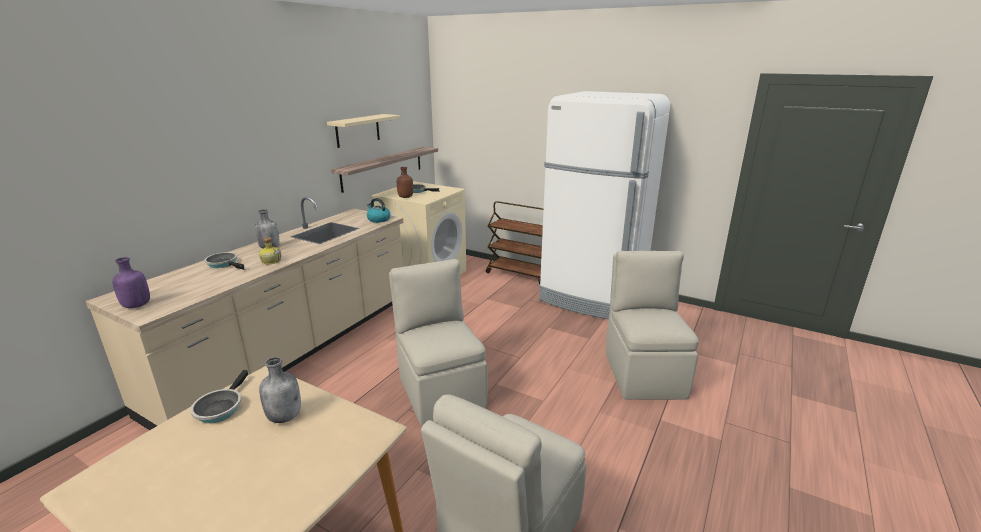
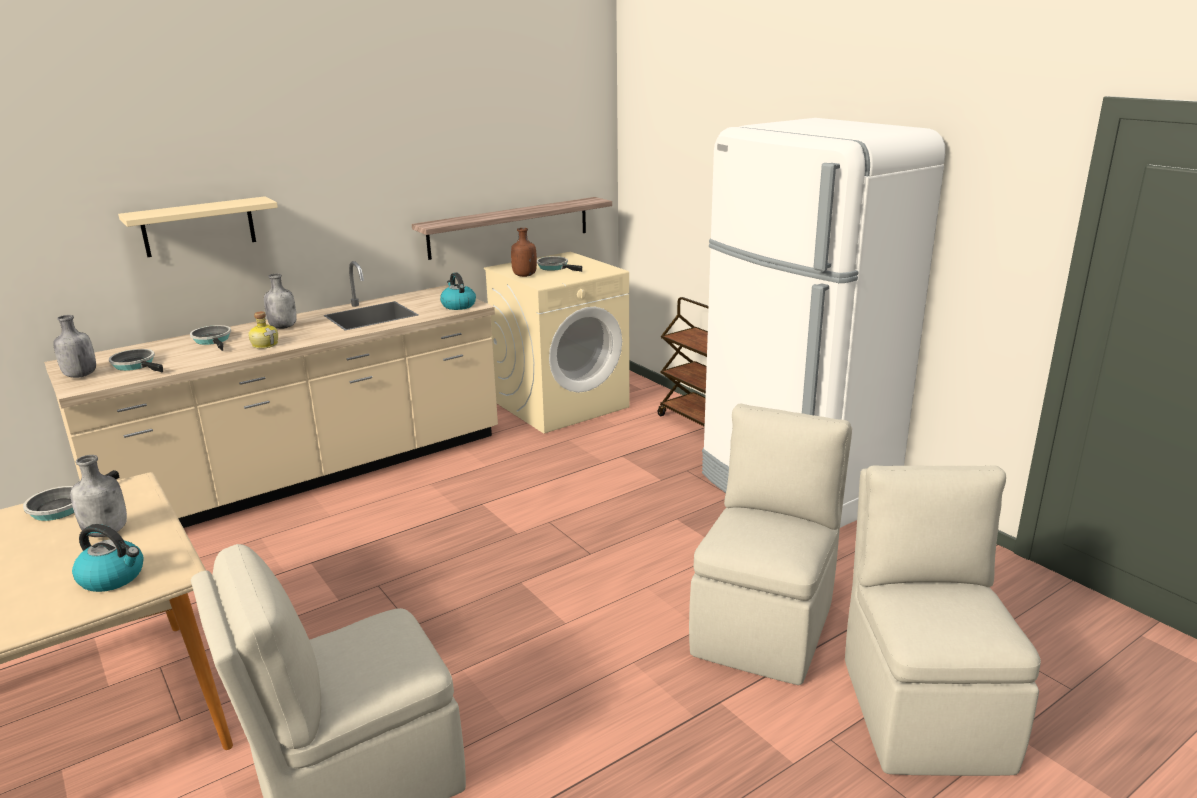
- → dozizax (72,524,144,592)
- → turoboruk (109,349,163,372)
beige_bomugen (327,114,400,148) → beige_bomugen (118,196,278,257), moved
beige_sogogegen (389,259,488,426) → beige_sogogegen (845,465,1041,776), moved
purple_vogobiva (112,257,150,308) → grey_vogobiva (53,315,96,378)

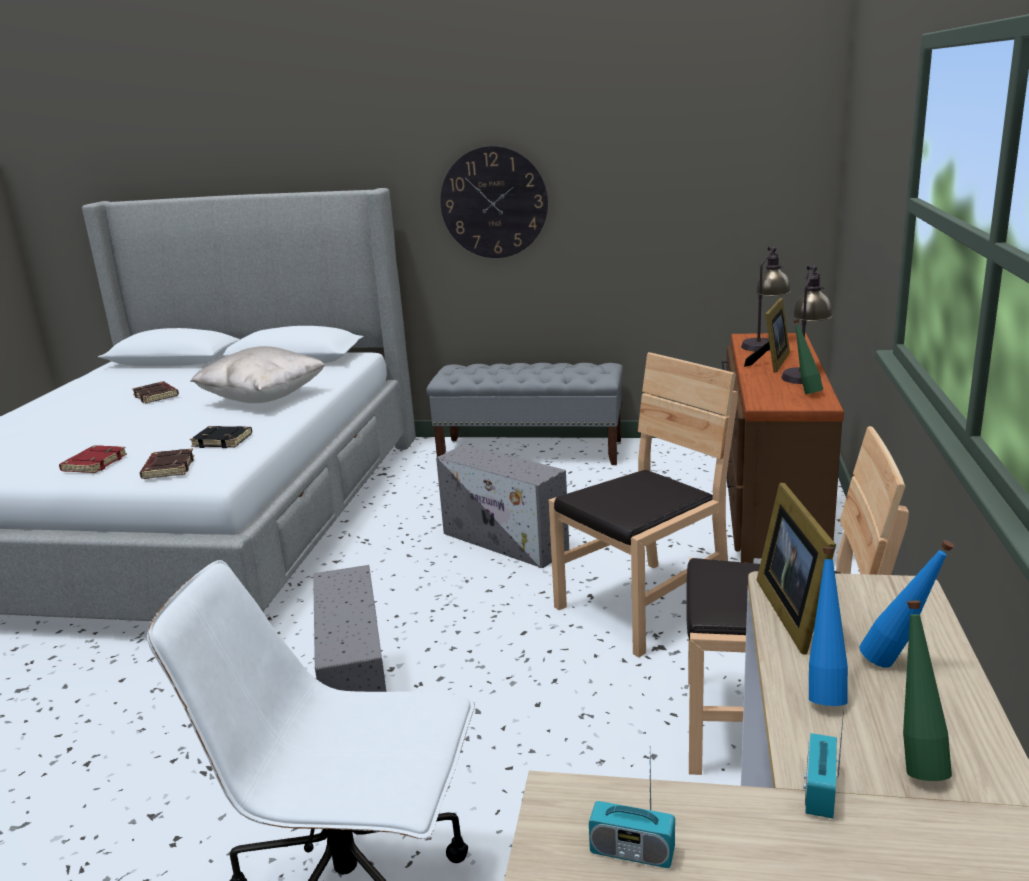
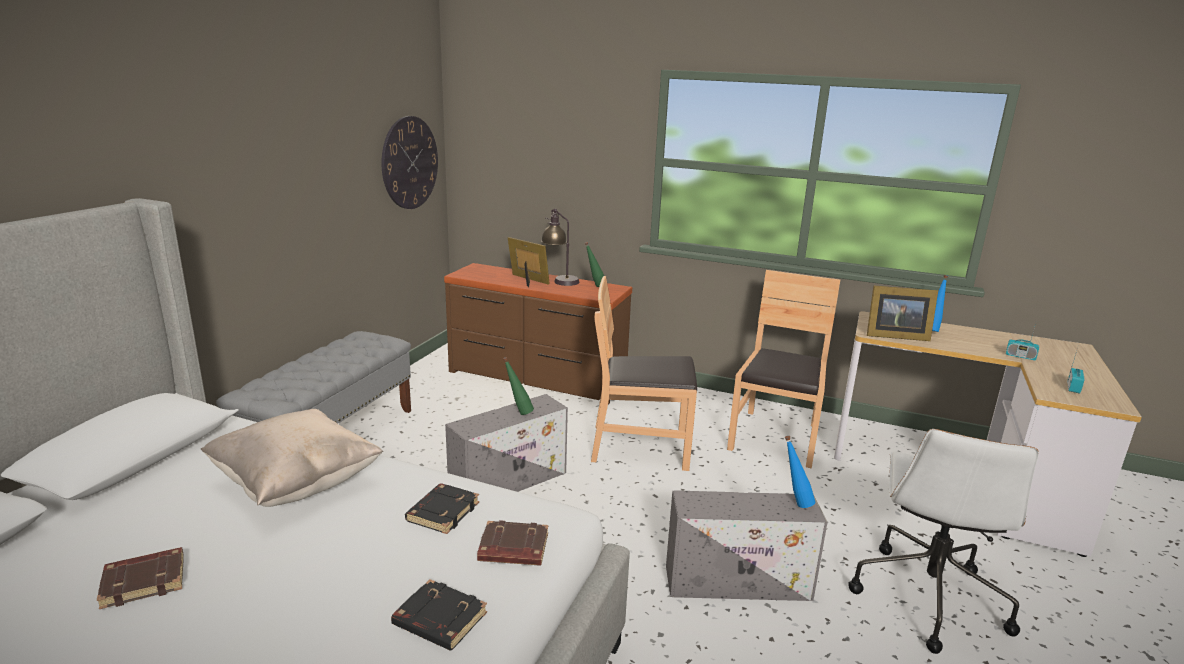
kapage (741,246,791,351) → -
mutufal (440,146,548,258) → mutufal (381,116,438,209), moved
blue_vogobiva (809,547,848,706) → blue_vogobiva (785,436,815,508), moved
green_vogobiva (903,601,952,781) → green_vogobiva (503,357,534,415), moved
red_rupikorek (59,445,127,473) → black_rupikorek (391,579,487,651)
brown_sogogegen (549,352,738,657) → brown_sogogegen (591,276,697,471), 60 degrees counterclockwise

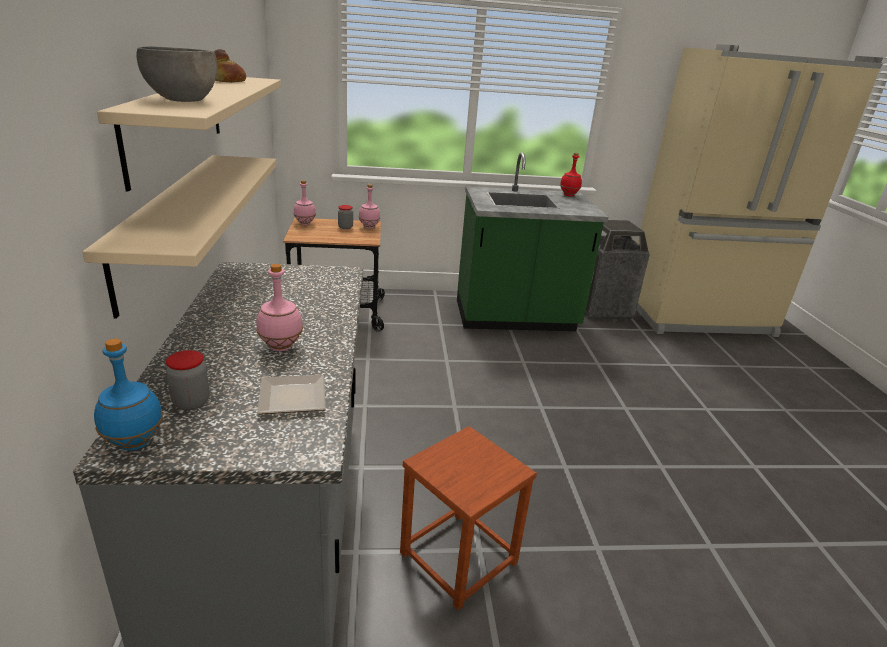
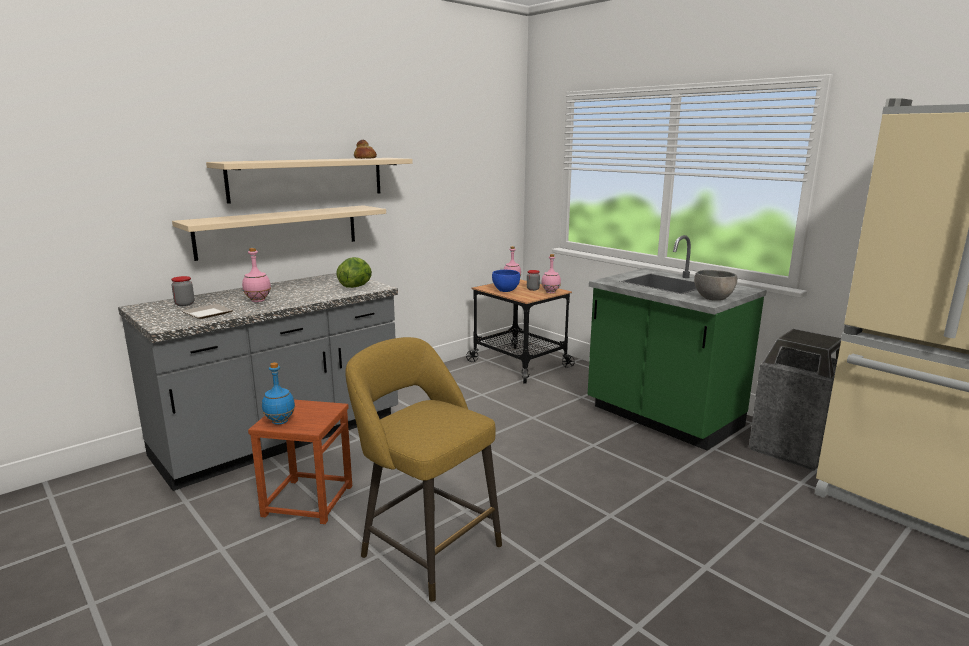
red_vogobiva (560,153,582,197) → -
- → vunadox (336,257,372,288)
- → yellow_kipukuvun (345,337,502,602)
- → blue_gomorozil (492,270,520,292)
blue_vogobiva (94,339,163,451) → blue_vogobiva (262,362,295,425), moved
grey_gomorozil (136,46,217,102) → grey_gomorozil (694,270,737,301), moved

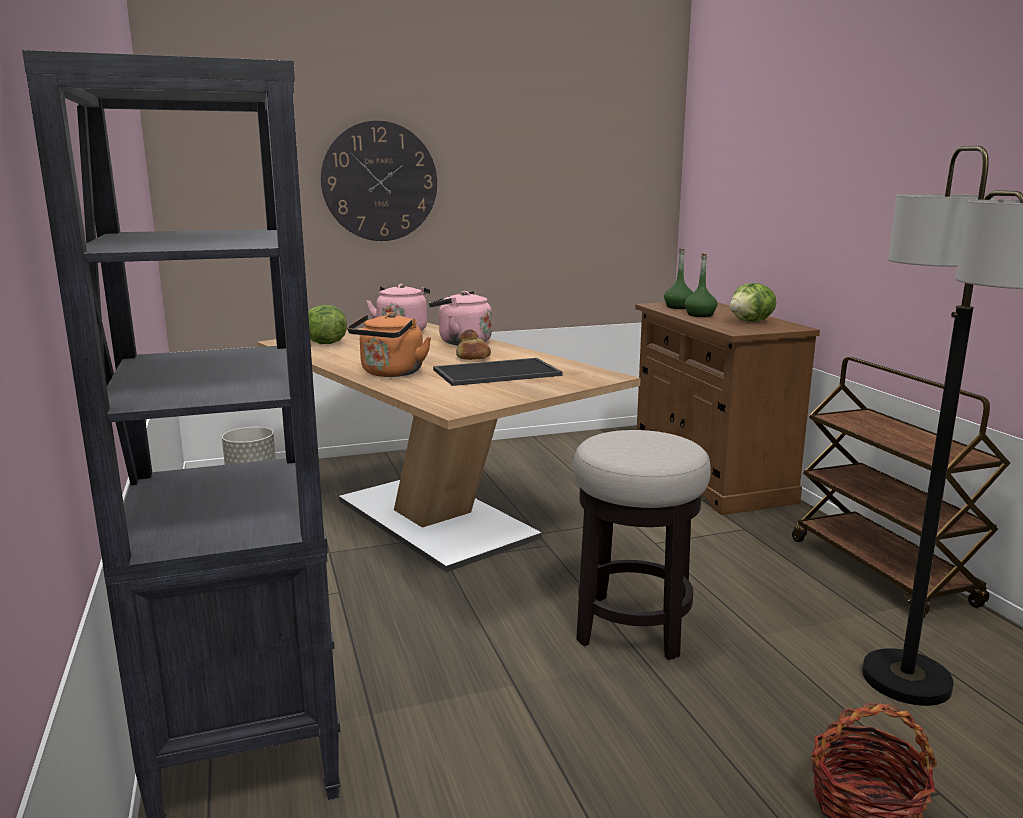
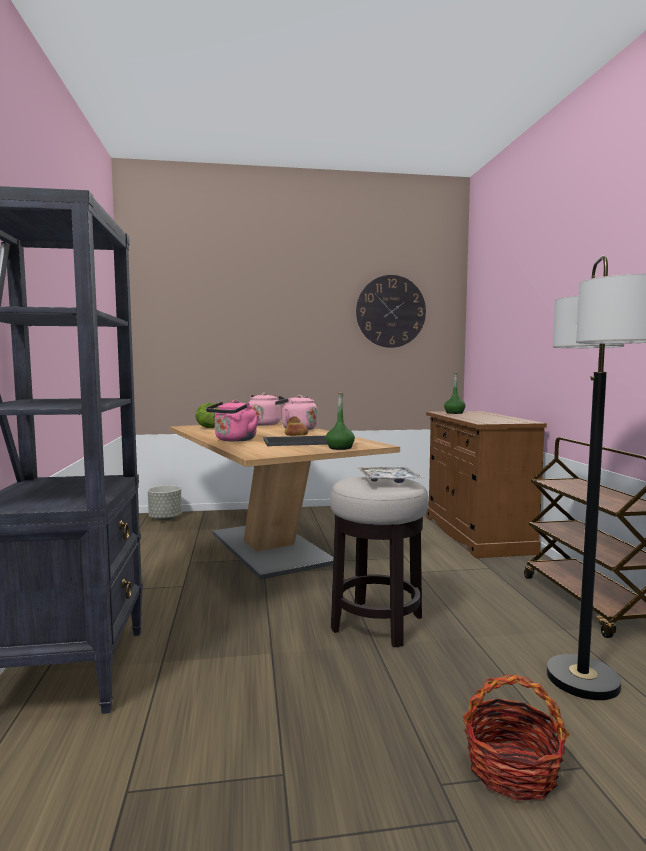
vunadox (730,283,776,322) → -
- → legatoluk (358,467,424,483)
mutufal (321,120,437,241) → mutufal (356,275,426,348), moved
green_vogobiva (685,253,718,317) → green_vogobiva (326,392,355,450), moved
orange_dozizax (347,312,431,377) → pink_dozizax (206,400,259,442)

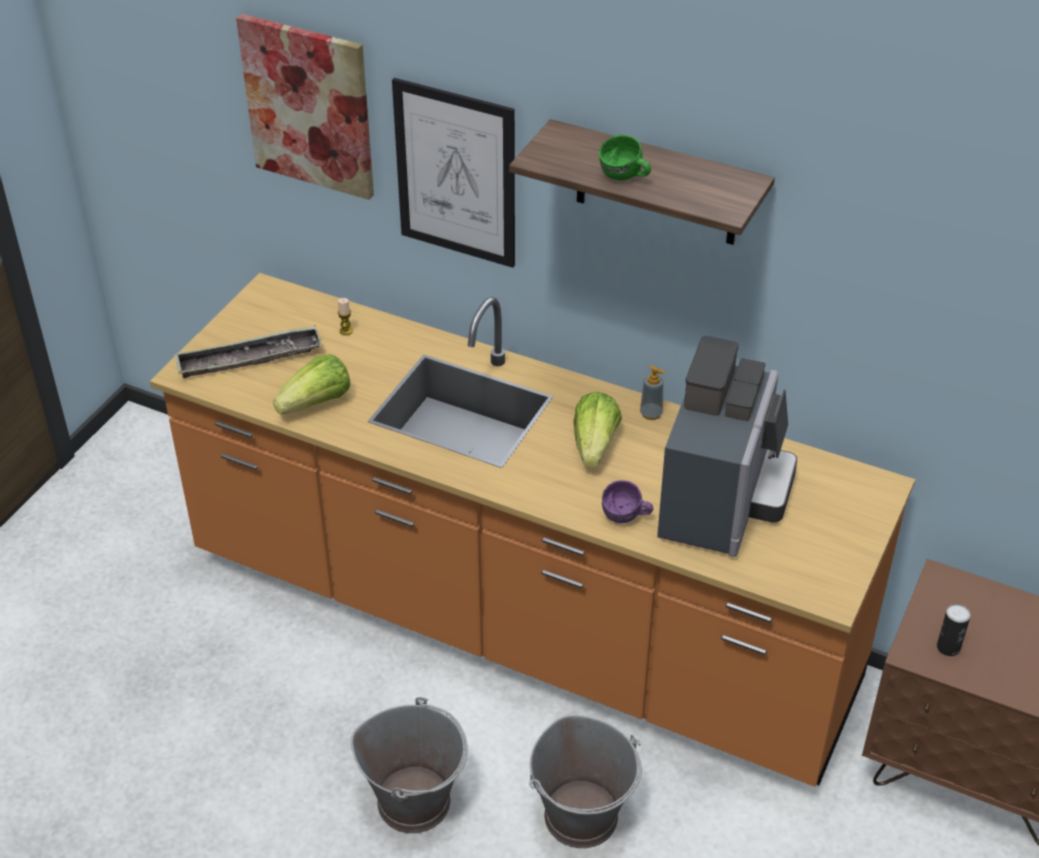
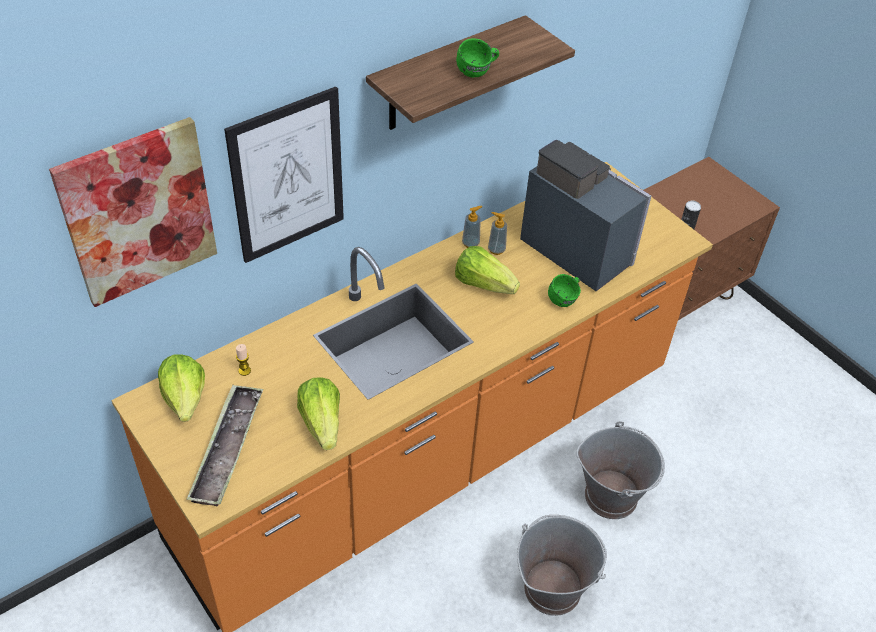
- → vunadox (158,354,205,422)
- → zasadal (488,212,507,255)
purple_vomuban (602,480,653,523) → green_vomuban (548,274,581,307)

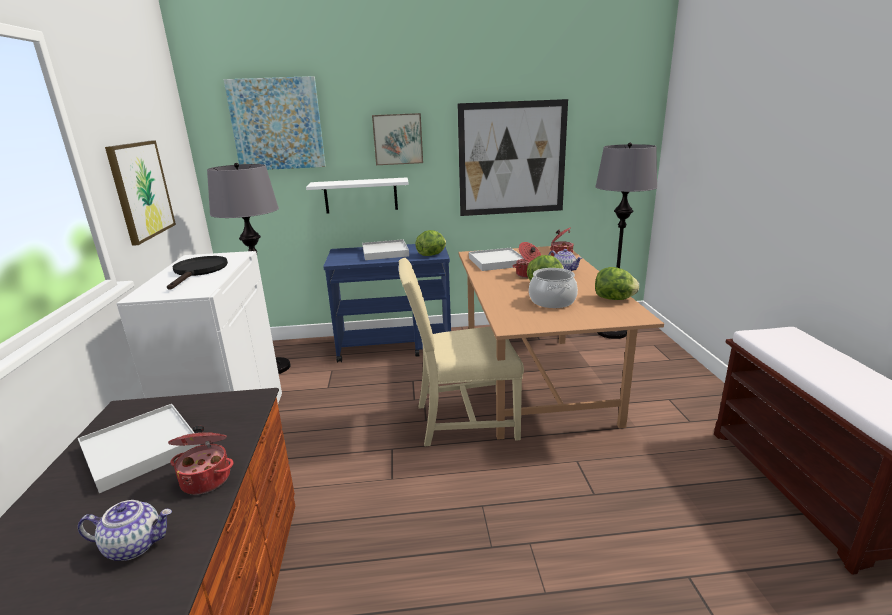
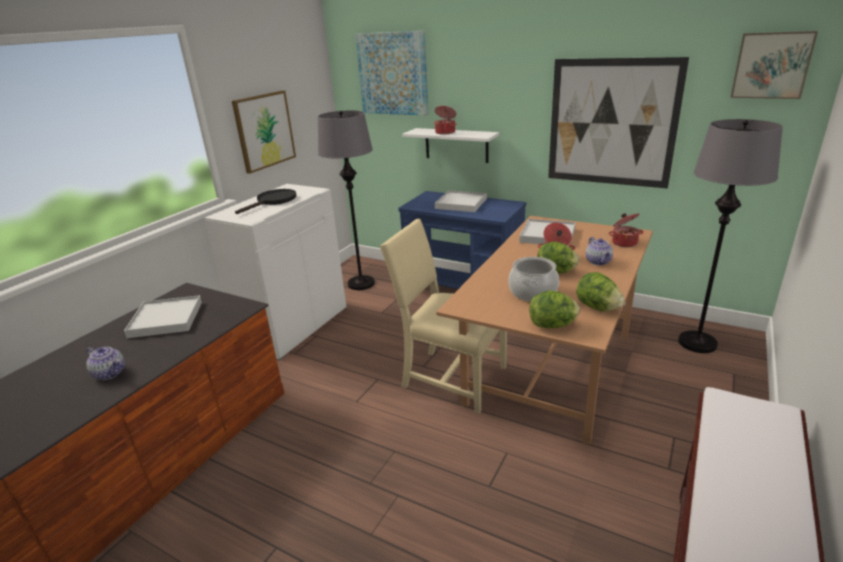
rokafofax (168,426,233,495) → rokafofax (434,106,457,134), moved
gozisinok (372,113,423,165) → gozisinok (730,31,818,99), moved
vunadox (415,230,446,256) → vunadox (529,290,580,328), moved

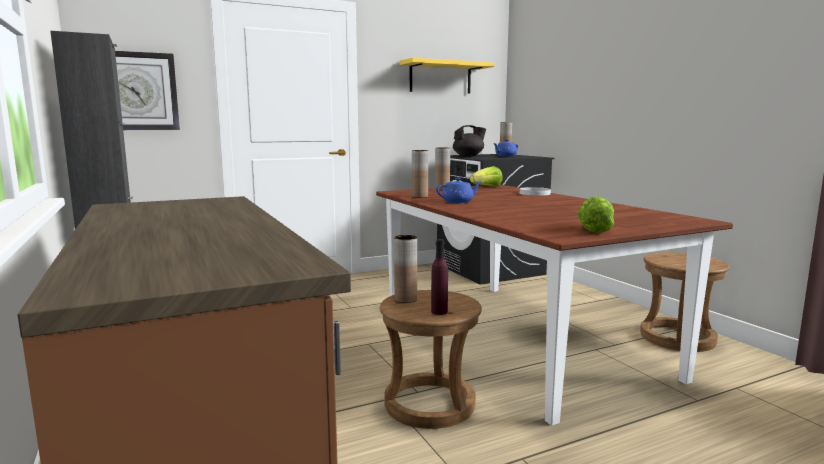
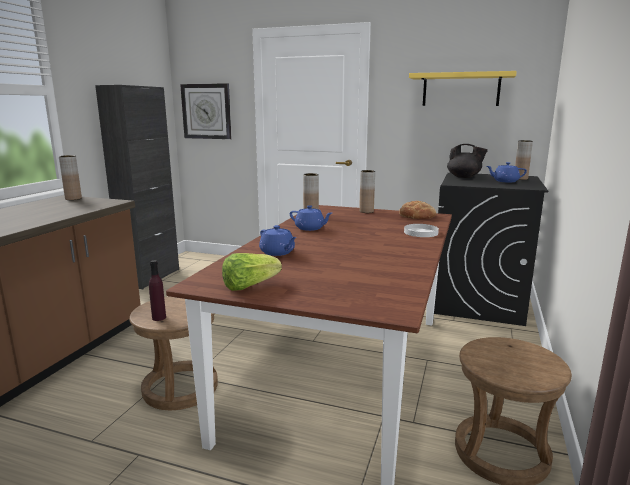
- → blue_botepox (259,225,297,256)
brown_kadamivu (394,235,417,303) → brown_kadamivu (59,155,82,200), moved
vunadox (470,166,503,187) → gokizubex (399,201,436,219)

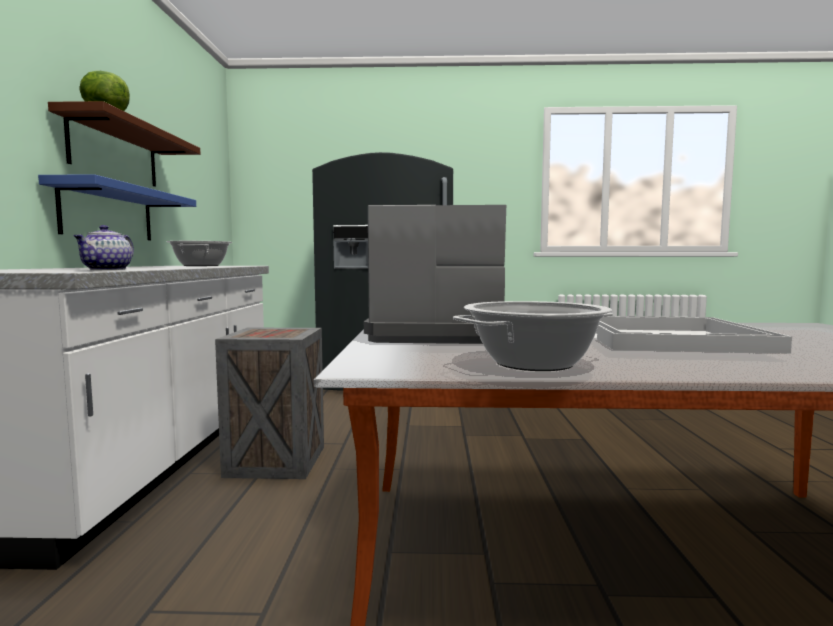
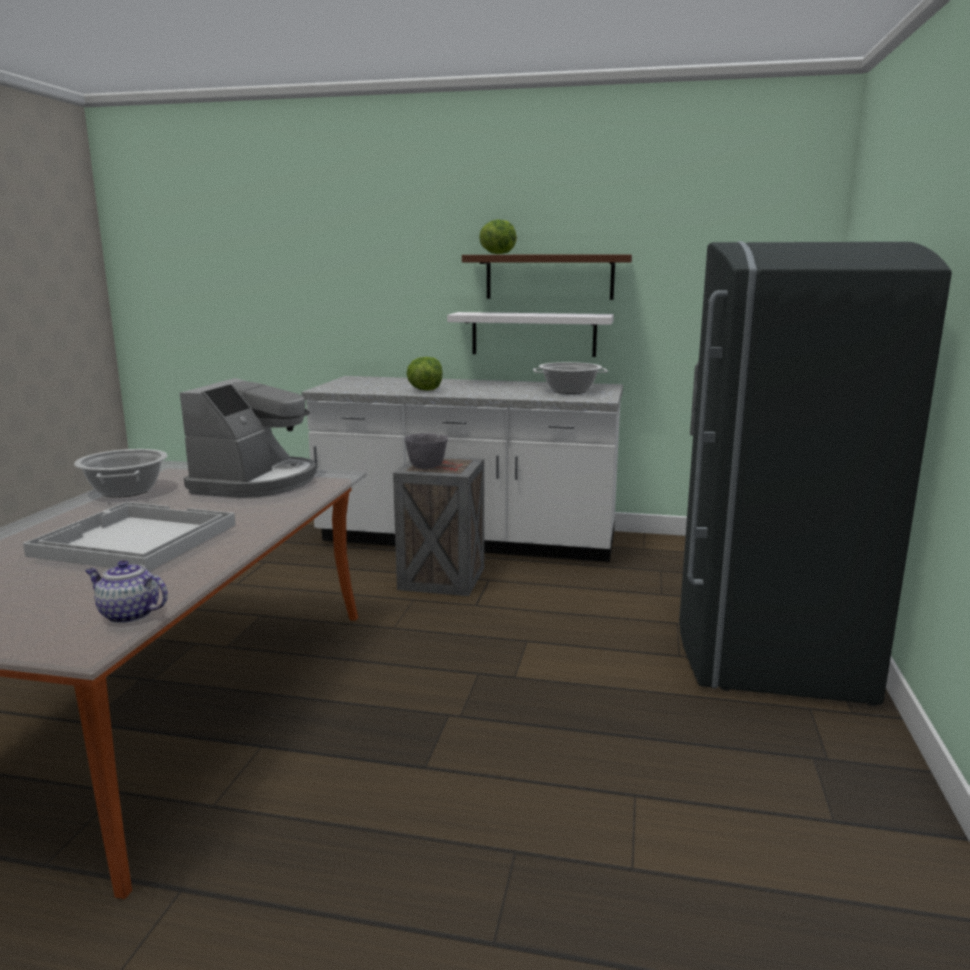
- → grey_gomorozil (405,433,448,469)
- → vunadox (406,357,442,391)
botepox (73,225,134,270) → botepox (85,560,168,623), moved
blue_bomugen (38,174,196,240) → white_bomugen (447,312,614,357)

